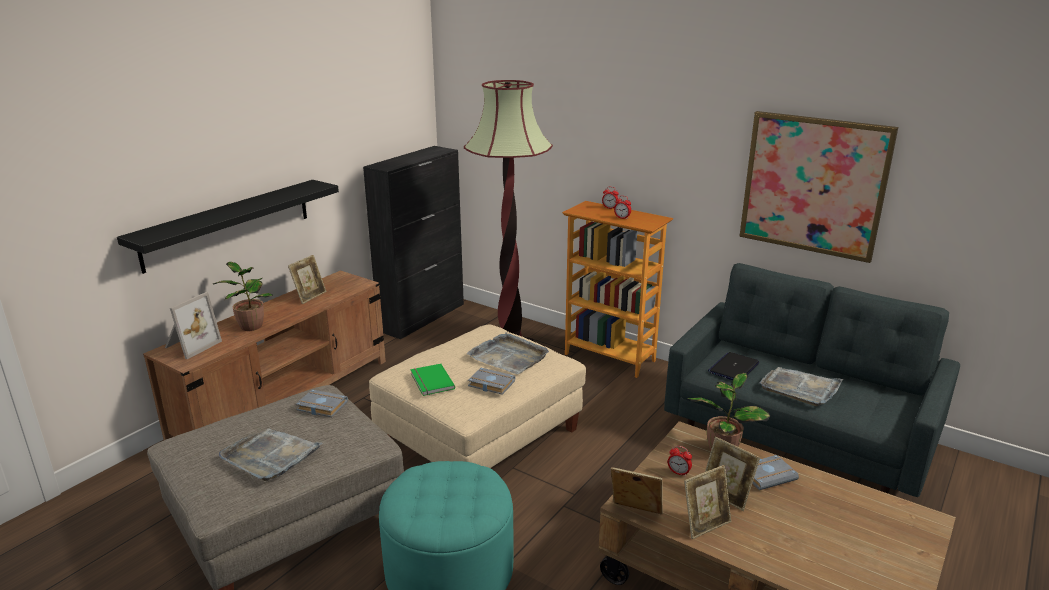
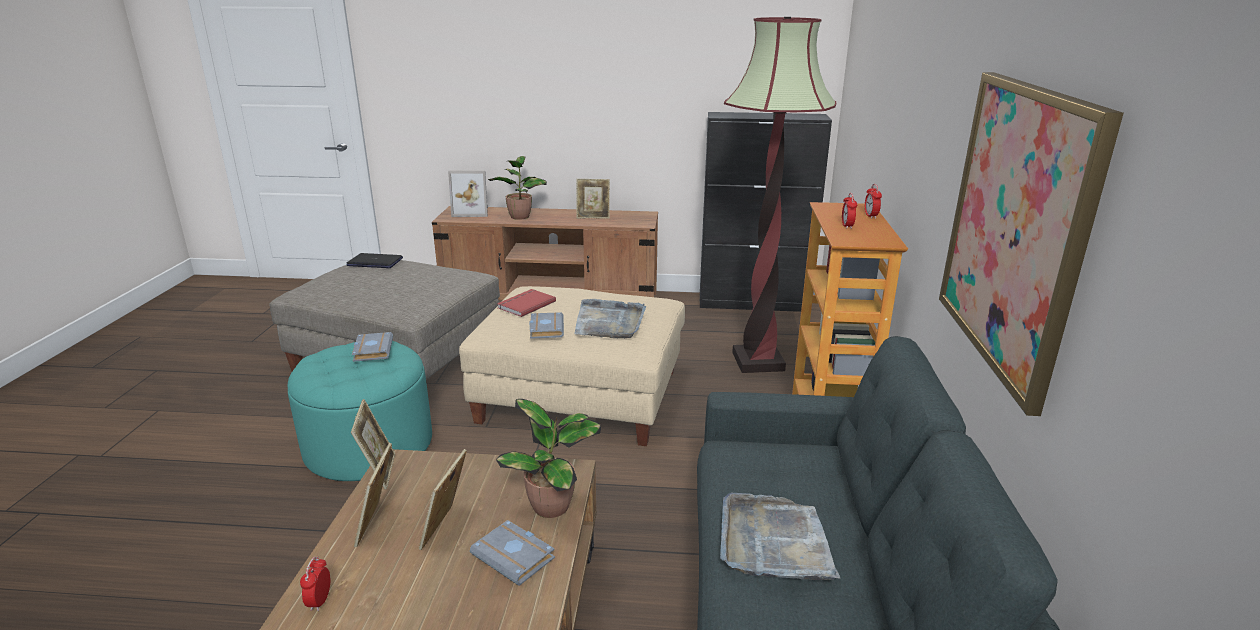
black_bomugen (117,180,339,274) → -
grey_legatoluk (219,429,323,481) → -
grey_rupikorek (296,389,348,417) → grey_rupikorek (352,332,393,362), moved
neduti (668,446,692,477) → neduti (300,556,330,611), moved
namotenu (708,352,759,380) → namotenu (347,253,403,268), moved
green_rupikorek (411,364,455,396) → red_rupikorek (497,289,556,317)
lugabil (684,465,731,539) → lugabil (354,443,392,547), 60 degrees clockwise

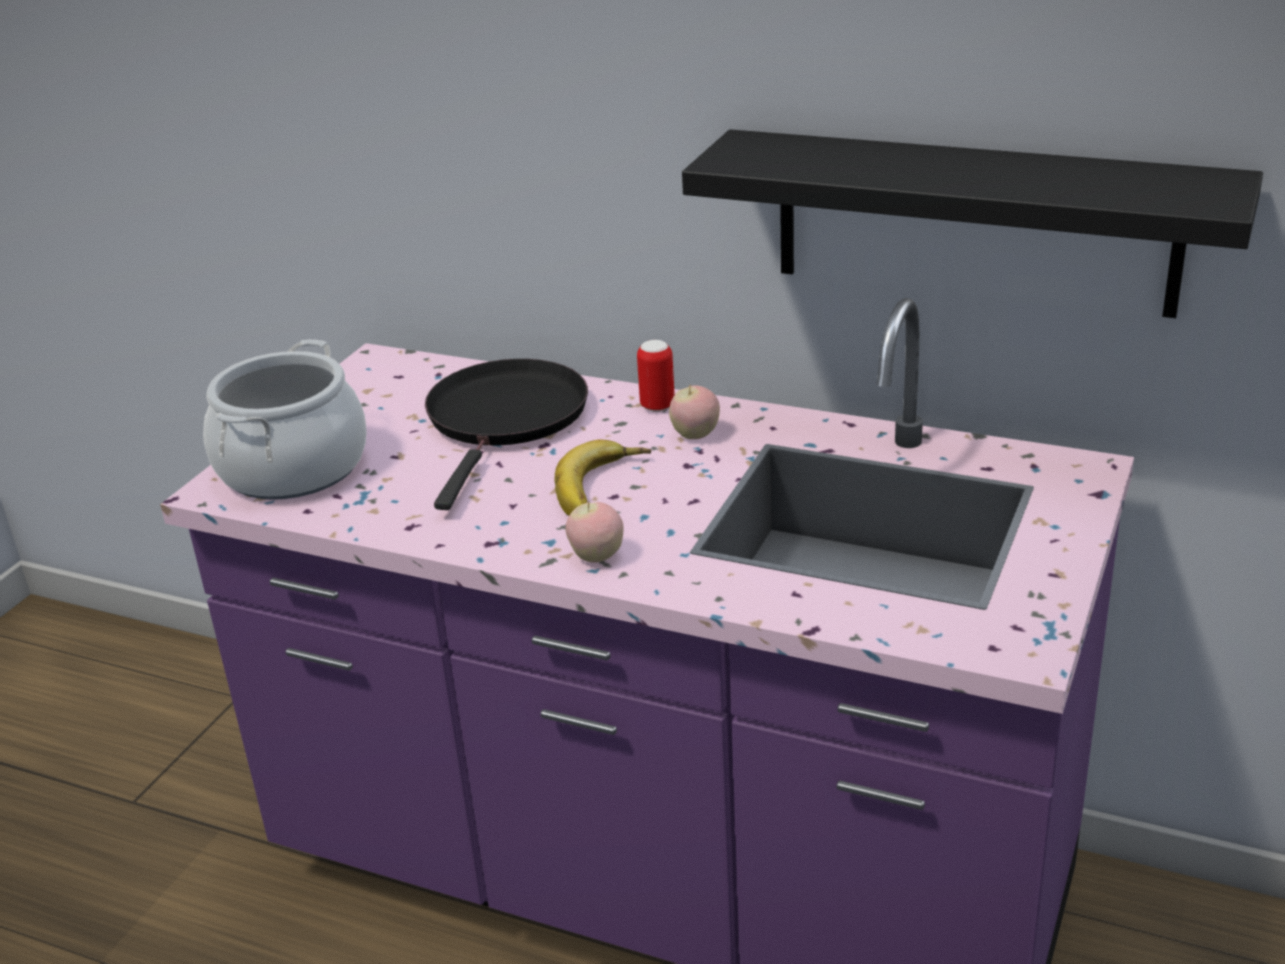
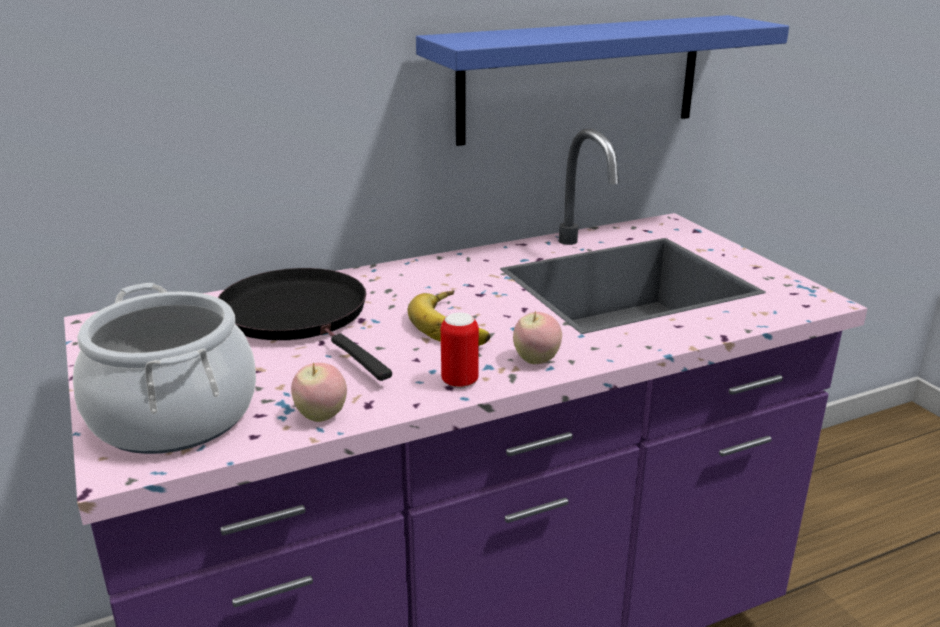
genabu (637,340,675,412) → genabu (441,313,479,388), moved
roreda (669,385,720,439) → roreda (291,362,347,422), moved
black_bomugen (682,129,1263,318) → blue_bomugen (416,15,789,146)

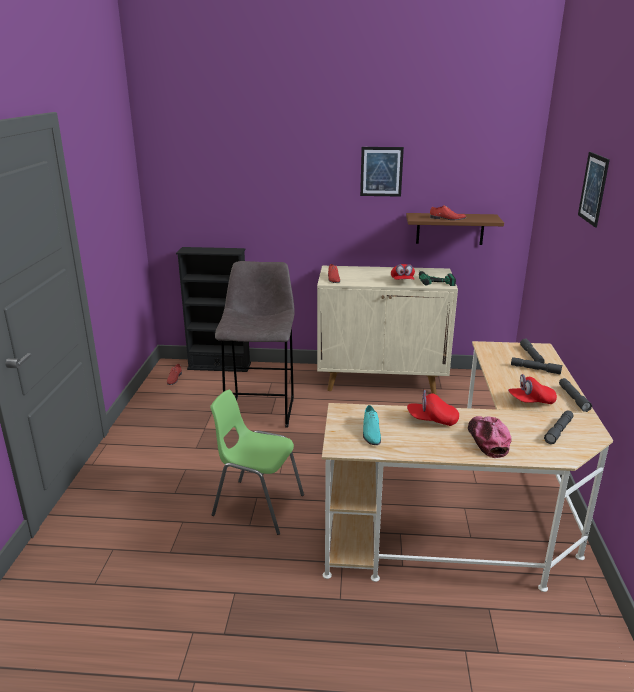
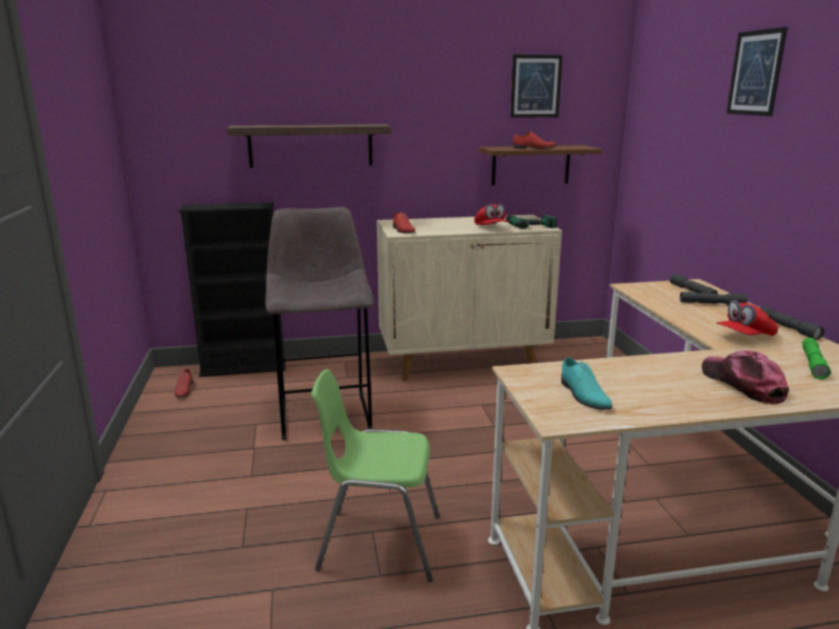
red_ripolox (407,390,459,426) → -
- → bomugen (227,124,392,168)
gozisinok (360,147,404,197) → gozisinok (510,55,563,118), moved
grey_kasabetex (544,410,573,444) → green_kasabetex (802,338,831,380)

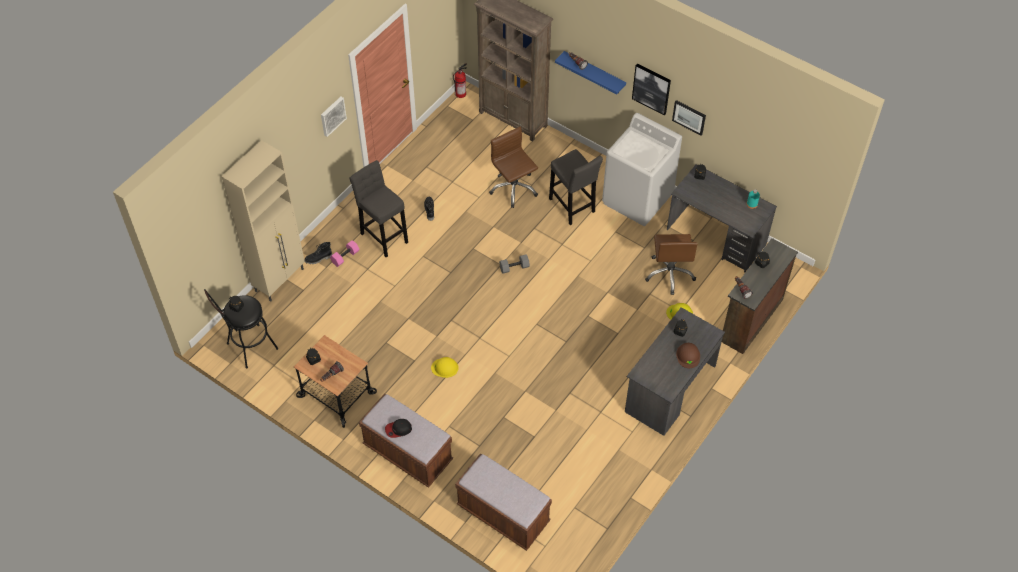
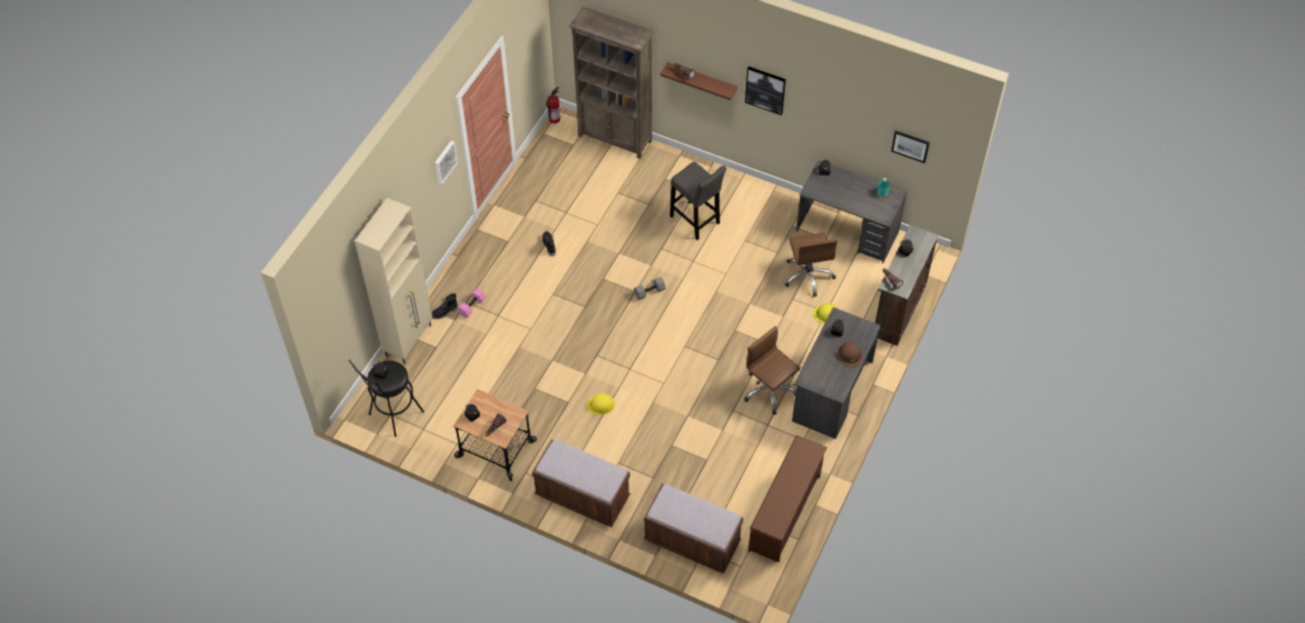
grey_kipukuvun (350,160,408,257) → -
ripolox (385,419,412,438) → -
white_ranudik (602,113,682,226) → -
- → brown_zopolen (748,435,828,563)
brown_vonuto (489,127,538,208) → brown_vonuto (744,326,800,415), moved
gozisinok (672,100,706,136) → gozisinok (891,130,930,163), moved
blue_bomugen (555,51,626,94) → brown_bomugen (660,62,738,100)

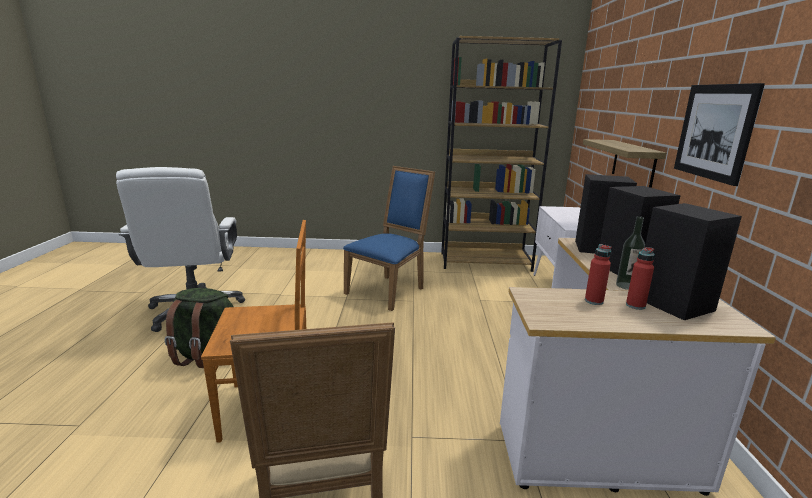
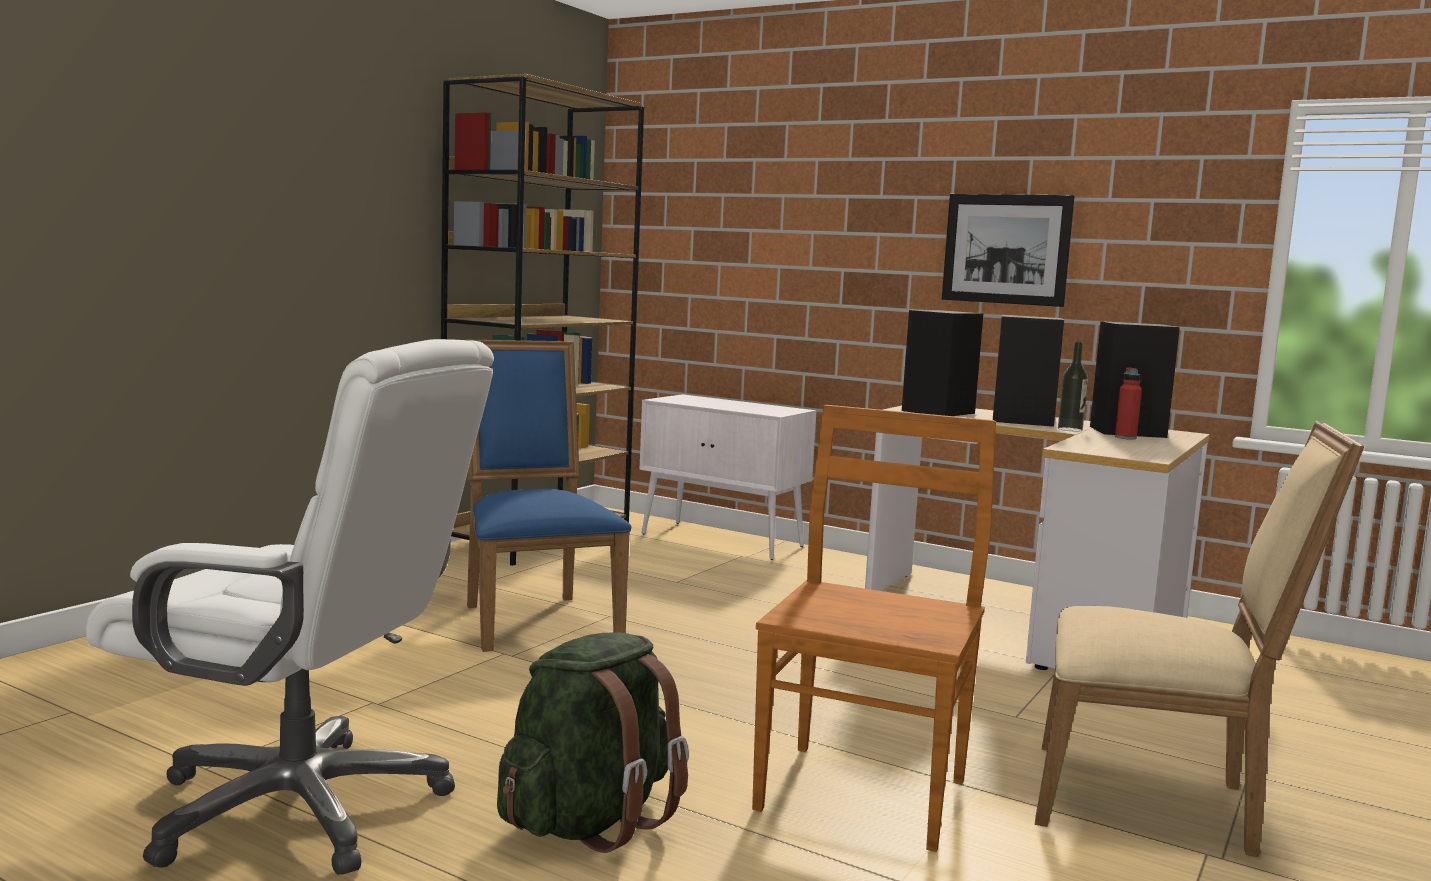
bomugen (583,139,666,188) → -
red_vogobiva (585,244,611,305) → -

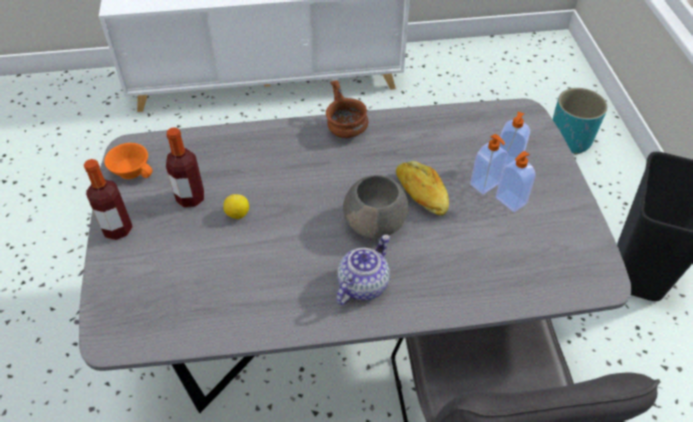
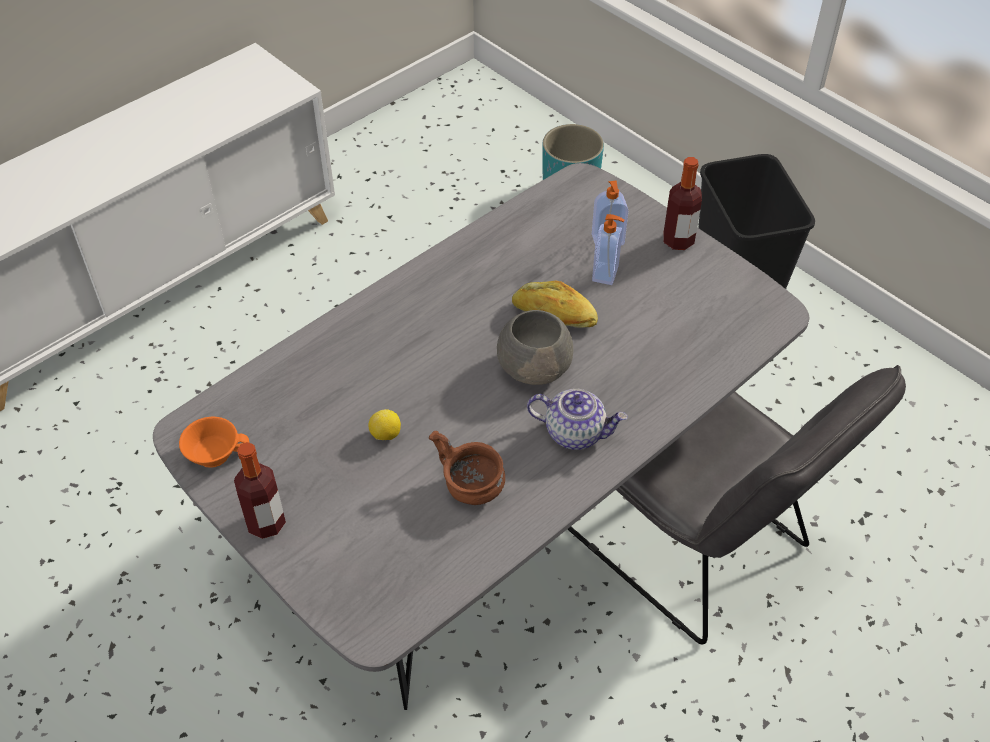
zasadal (496,151,536,212) → -
vogobiva (166,127,204,208) → vogobiva (663,157,702,250), moved
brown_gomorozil (326,80,368,138) → brown_gomorozil (429,431,505,505), moved
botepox (336,235,390,305) → botepox (527,389,628,450), 105 degrees clockwise

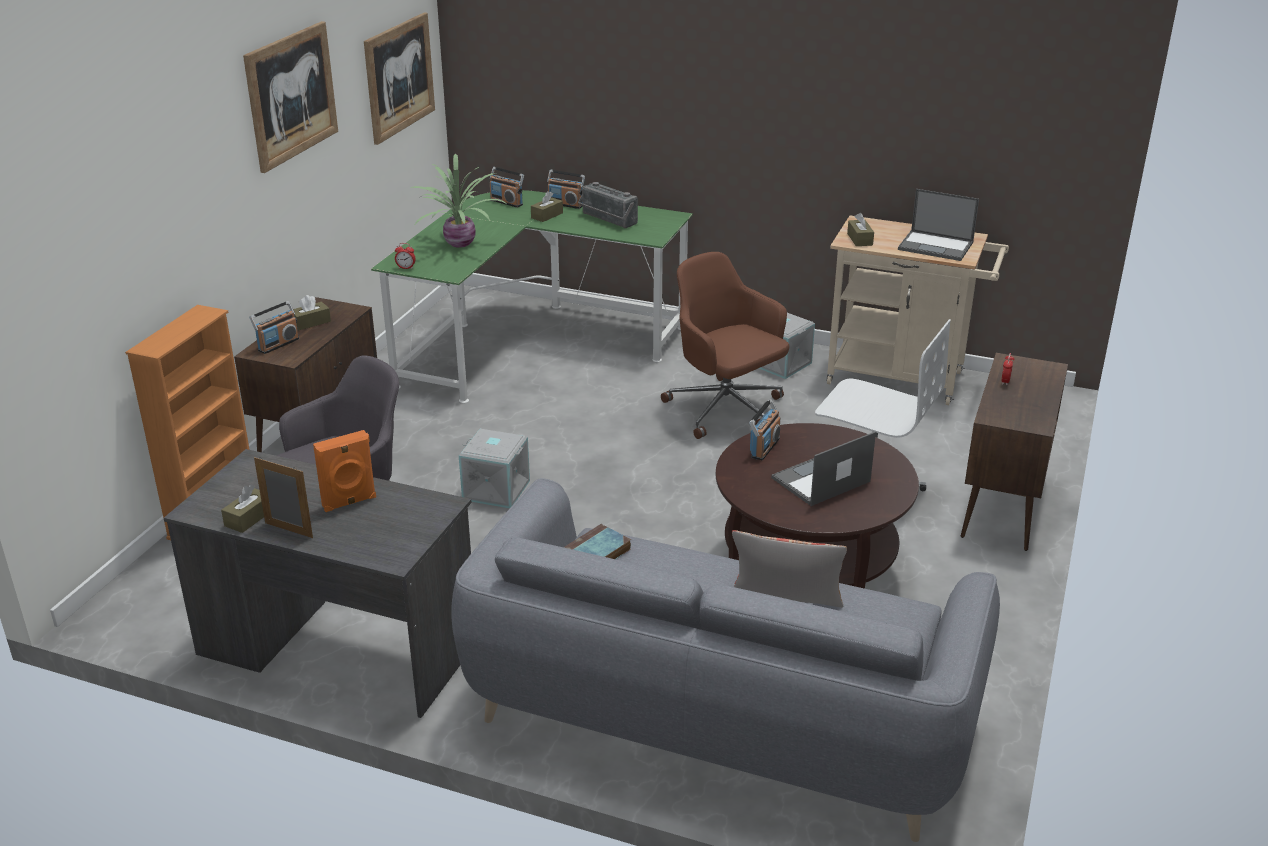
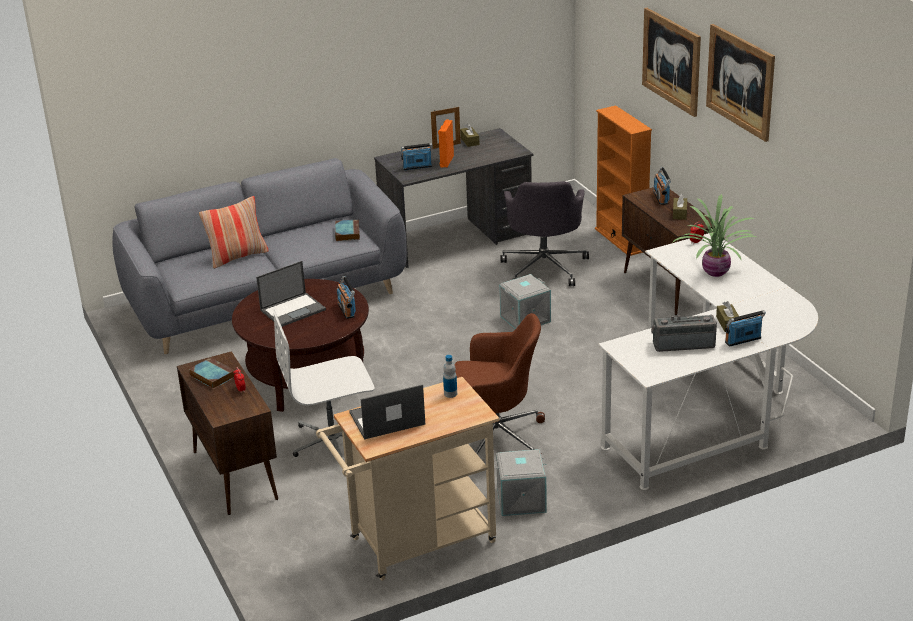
- → rupikorek (189,357,236,389)
gozisinok (364,12,435,145) → gozisinok (642,8,701,117), moved
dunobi (490,167,524,207) → dunobi (401,143,432,170), moved
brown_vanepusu (847,213,874,246) → vogobiva (443,355,457,398)
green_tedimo (371,190,693,403) → white_tedimo (598,232,818,490)
namotenu (771,432,876,506) → namotenu (256,261,326,327), 45 degrees clockwise

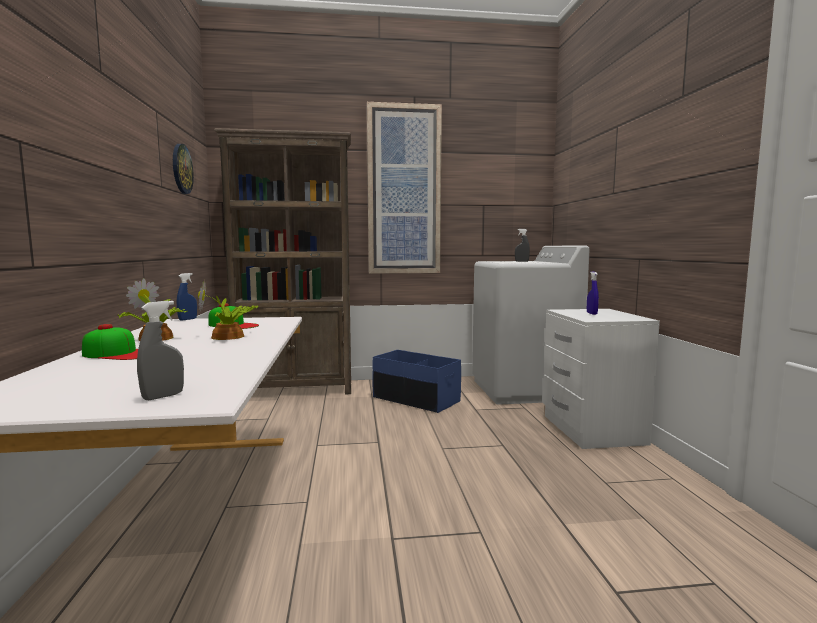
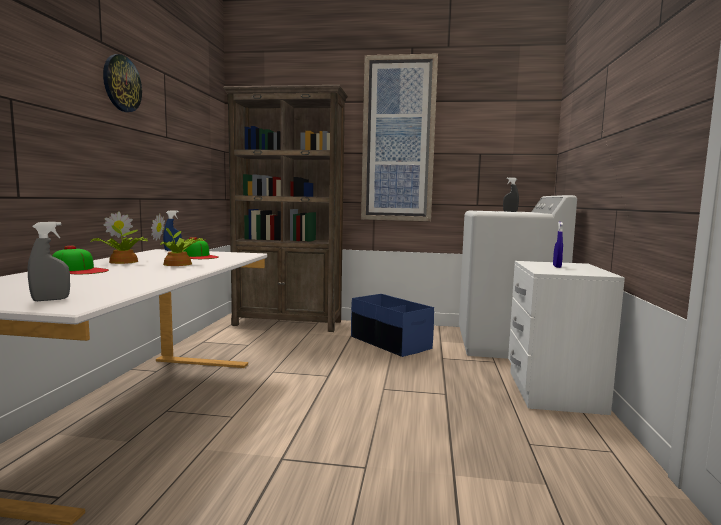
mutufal (173,144,194,194) → mutufal (103,54,142,112), moved

